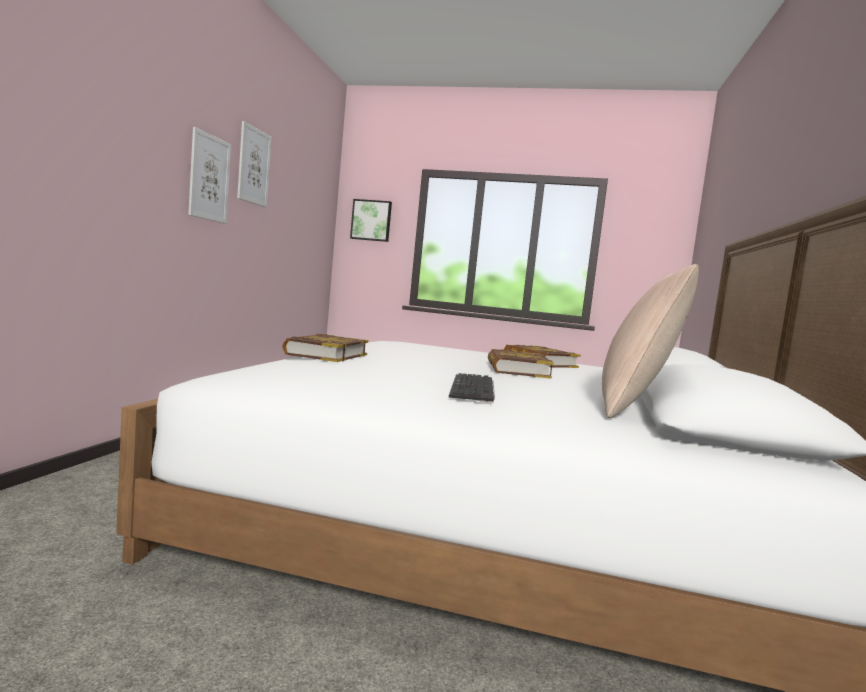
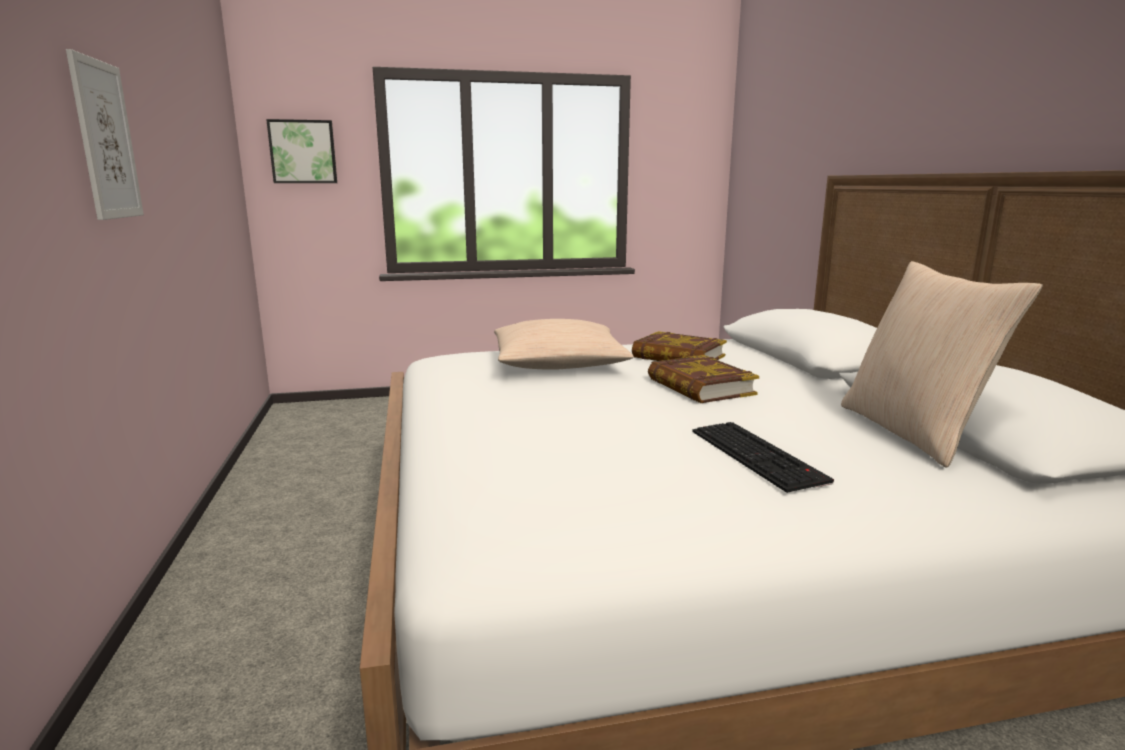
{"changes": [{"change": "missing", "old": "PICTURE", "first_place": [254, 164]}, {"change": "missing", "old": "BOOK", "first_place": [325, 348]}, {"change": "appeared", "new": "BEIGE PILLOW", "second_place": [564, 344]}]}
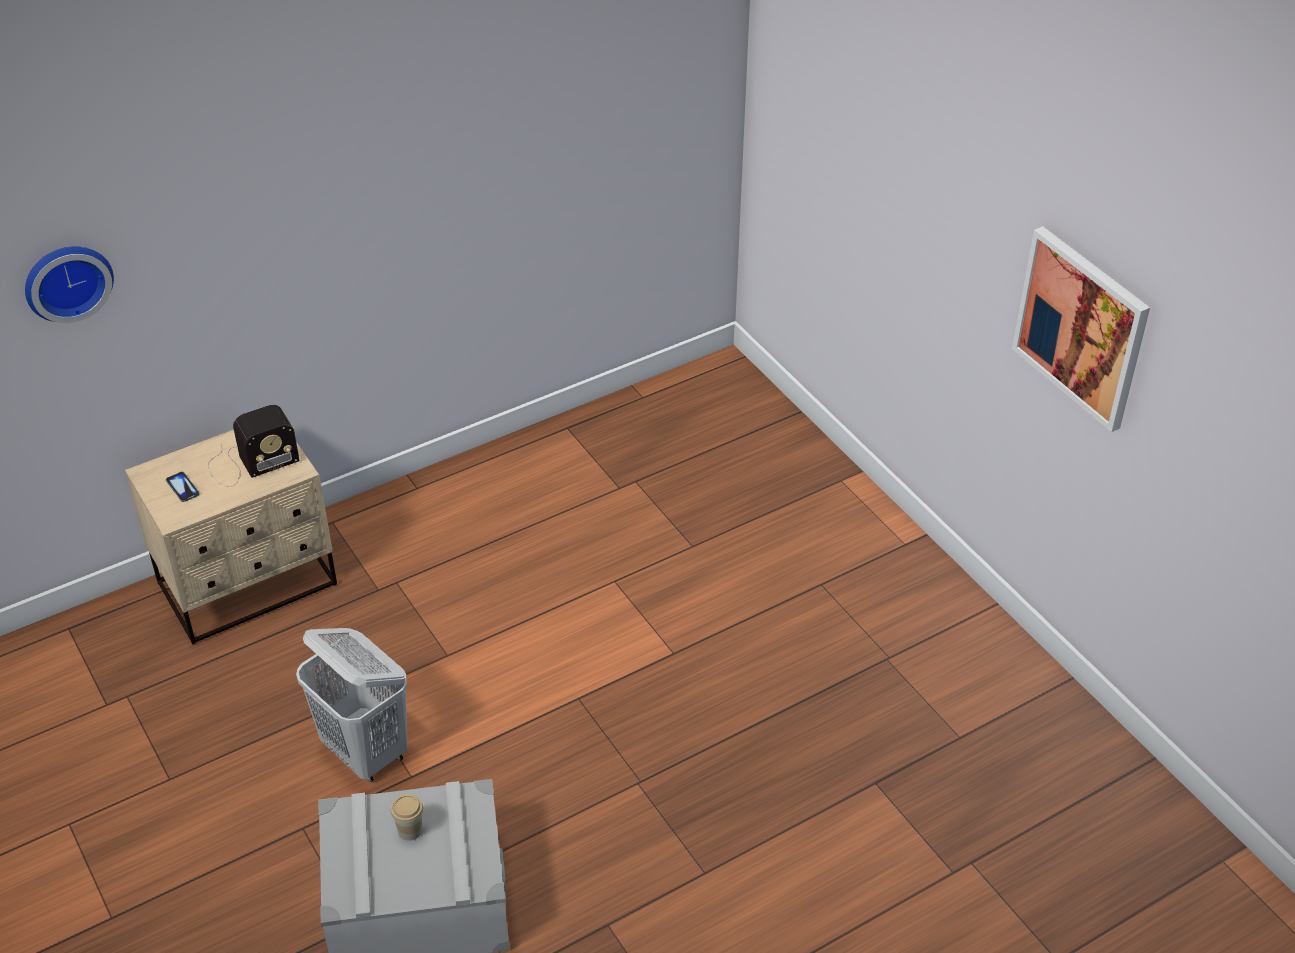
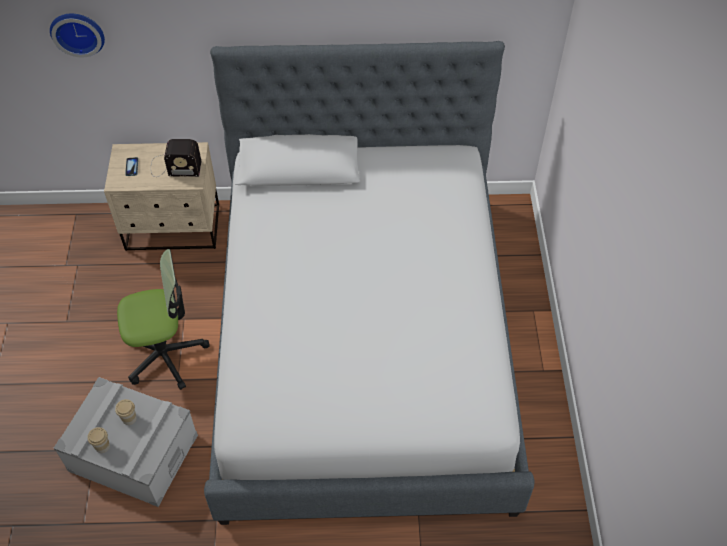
{"changes": [{"change": "missing", "old": "PICTURE", "first_place": [1081, 329]}, {"change": "appeared", "new": "CUP", "second_place": [98, 440]}, {"change": "appeared", "new": "BED", "second_place": [369, 283]}, {"change": "exchanged", "old": "WHITE LAUNDRY BASKET", "new": "OFFICE CHAIR", "first_place": [352, 705], "second_place": [163, 319]}]}
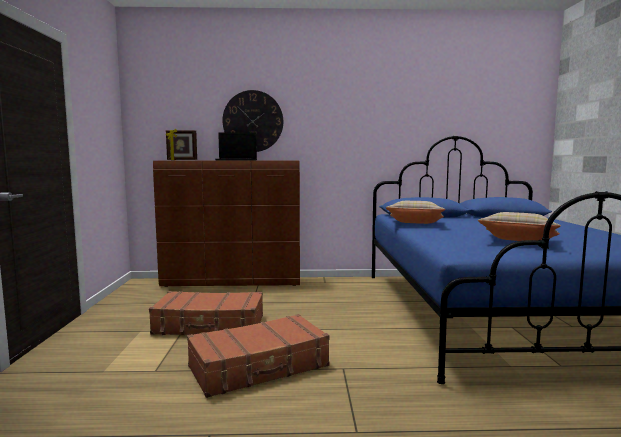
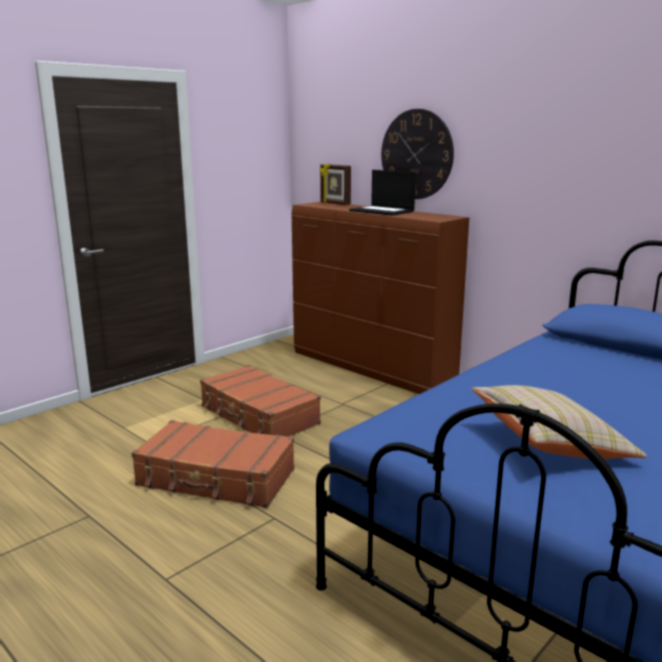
{"changes": [{"change": "missing", "old": "BEIGE PILLOW", "first_place": [416, 212]}]}
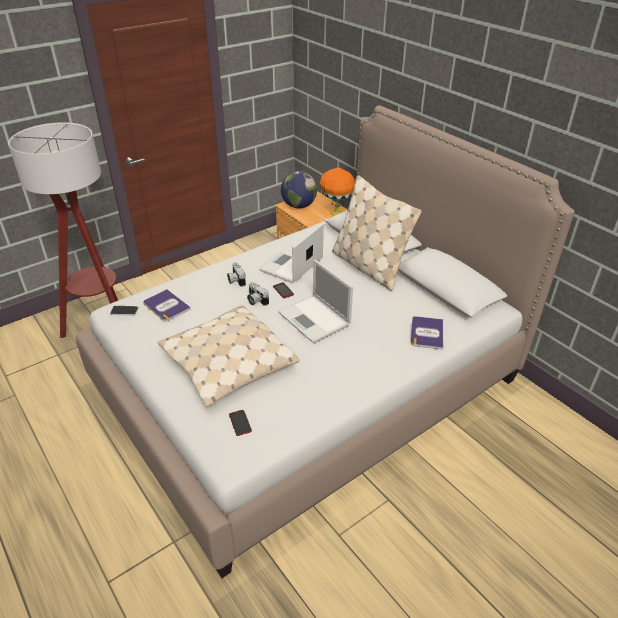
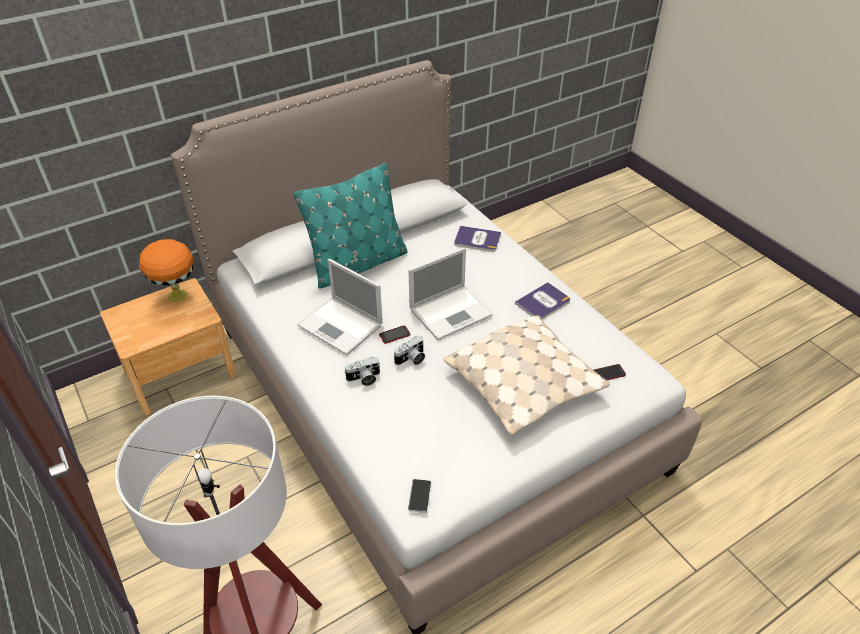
{"changes": [{"change": "missing", "old": "GLOBE", "first_place": [299, 189]}, {"change": "relocated", "old": "BOOK", "first_place": [167, 305], "second_place": [542, 300]}, {"change": "colour", "old": "BEIGE PILLOW", "new": "TURQUOISE PILLOW", "first_place": [377, 233], "second_place": [351, 225]}]}
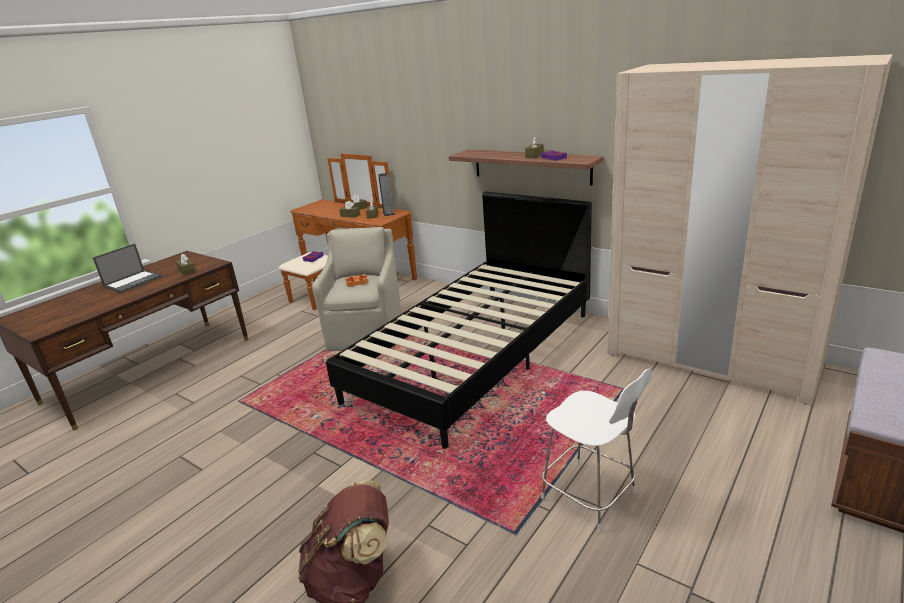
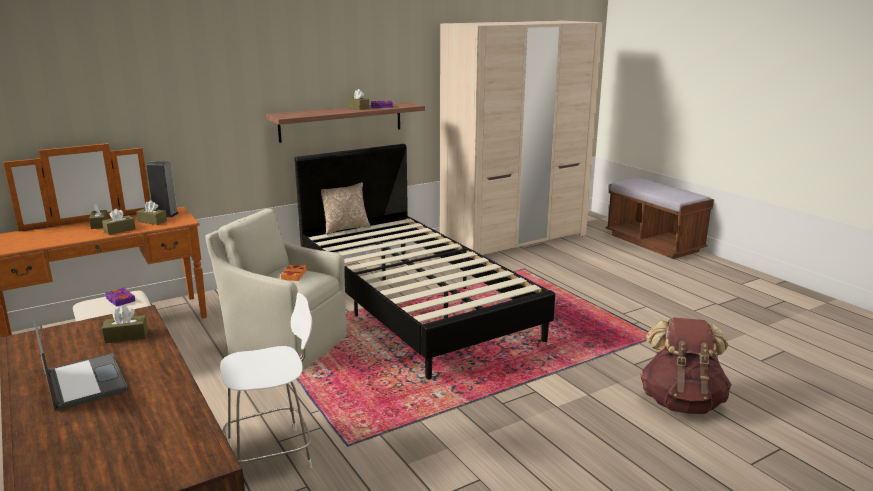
{"changes": [{"change": "appeared", "new": "PILLOW", "second_place": [346, 208]}, {"change": "relocated", "old": "WHITE CHAIR", "first_place": [596, 450], "second_place": [266, 381]}]}
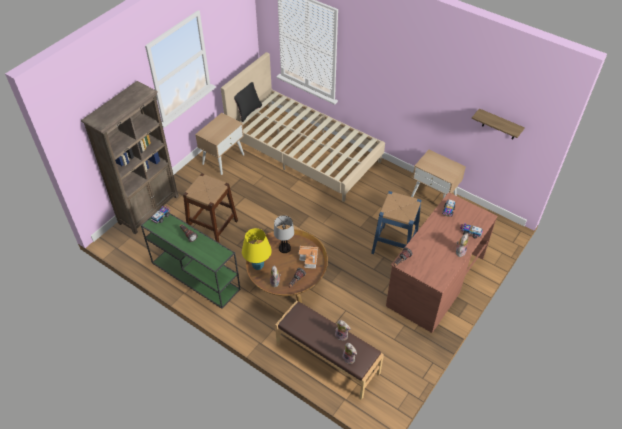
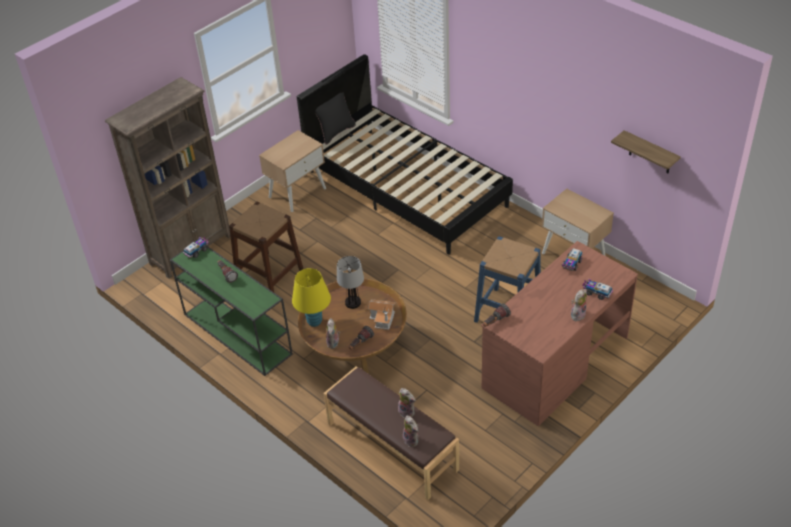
{"changes": [{"change": "colour", "old": "BEIGE BED", "new": "BLACK BED", "first_place": [303, 127], "second_place": [405, 154]}]}
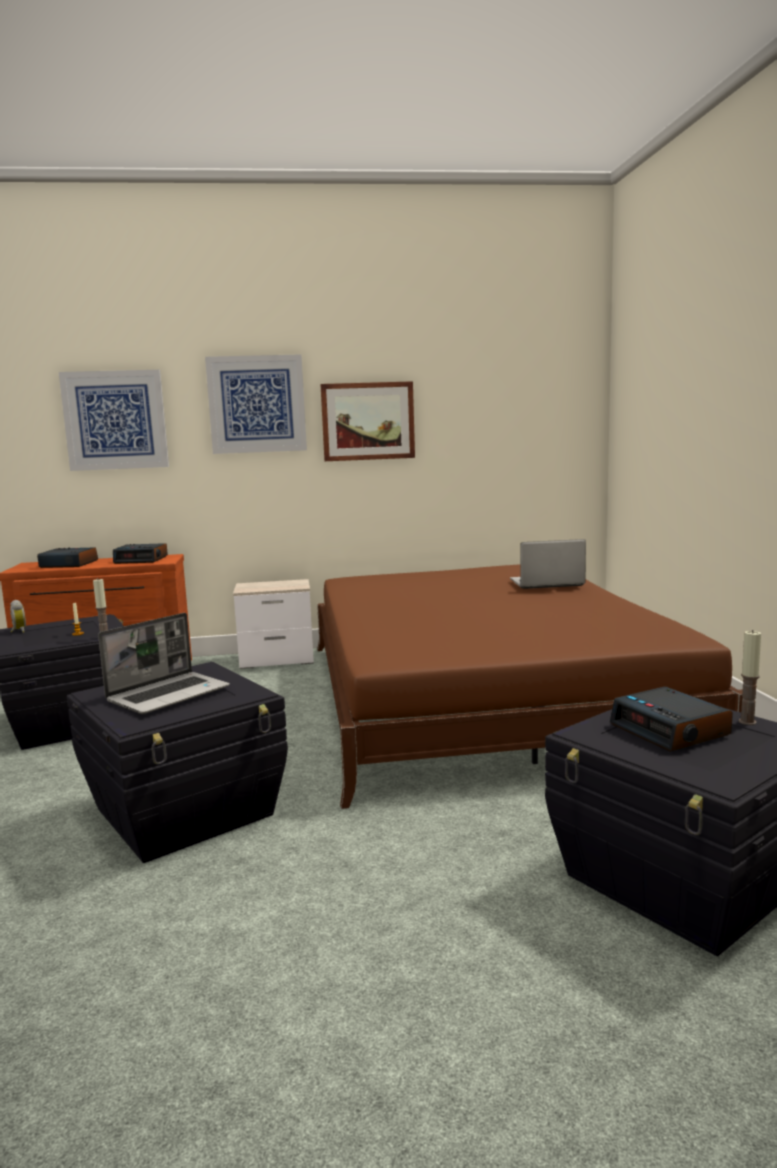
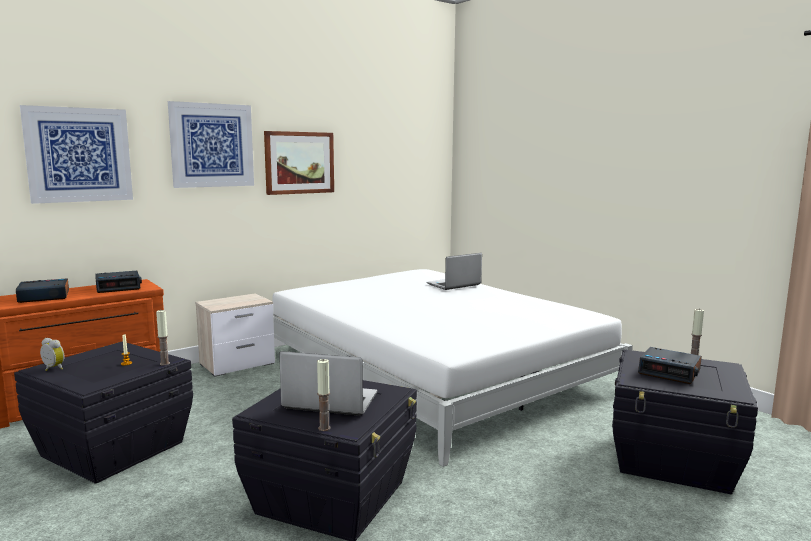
{"changes": [{"change": "appeared", "new": "CANDLE", "second_place": [324, 395]}, {"change": "colour", "old": "BROWN BED", "new": "WHITE BED", "first_place": [530, 686], "second_place": [452, 368]}, {"change": "spun", "old": "LAPTOP", "first_place": [164, 663], "second_place": [328, 383], "degrees": -90}]}
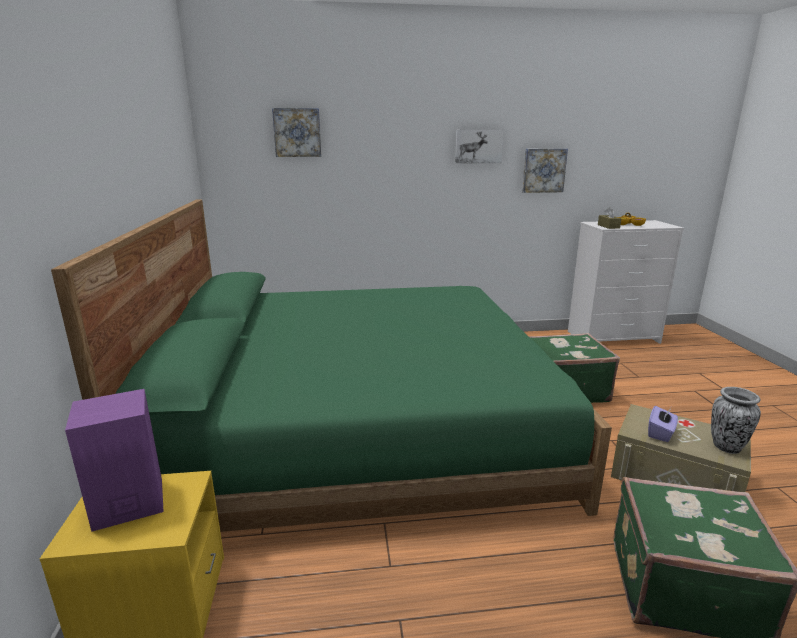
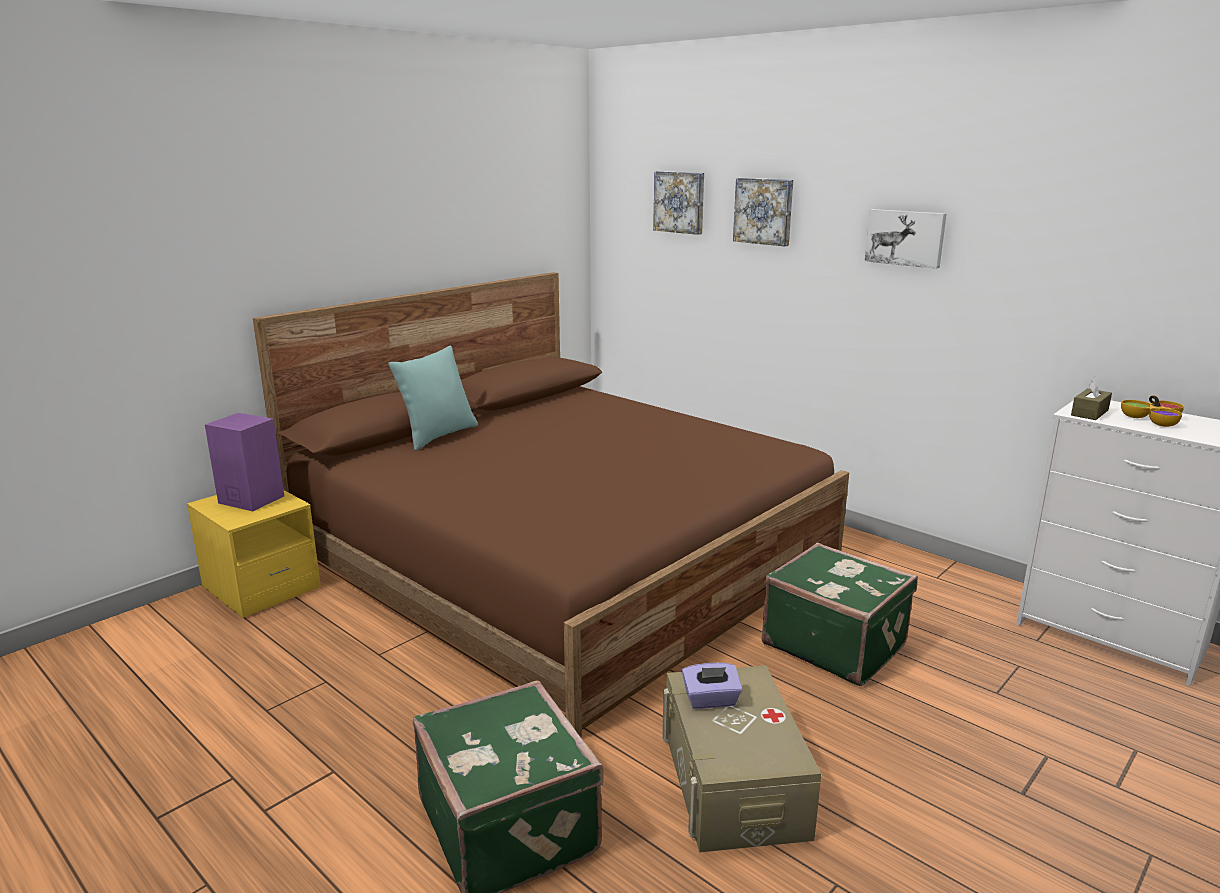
{"changes": [{"change": "missing", "old": "VASE", "first_place": [736, 420]}, {"change": "appeared", "new": "TURQUOISE PILLOW", "second_place": [433, 398]}, {"change": "relocated", "old": "PICTURE", "first_place": [545, 171], "second_place": [763, 212]}, {"change": "colour", "old": "GREEN BED", "new": "BROWN BED", "first_place": [331, 366], "second_place": [551, 504]}]}
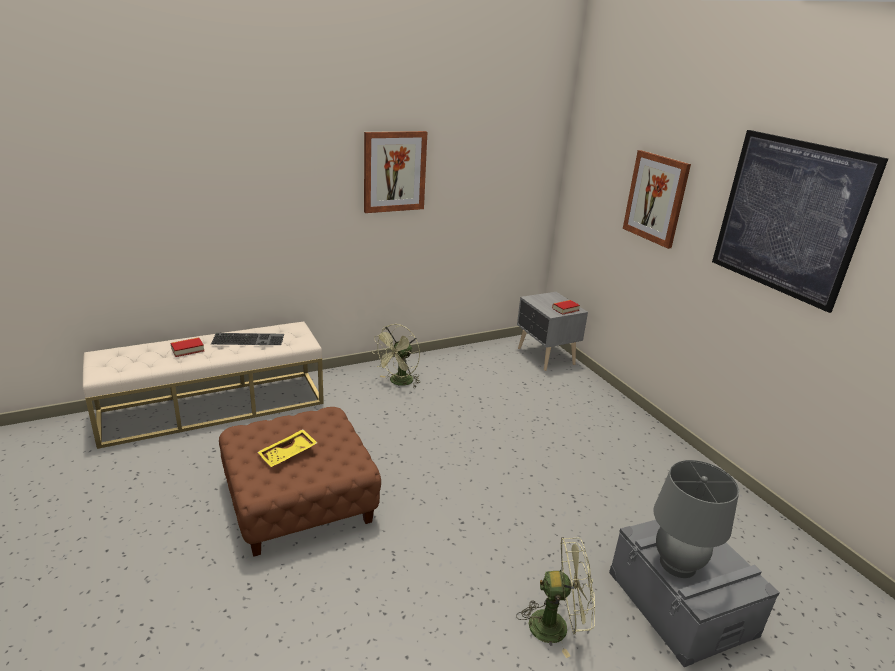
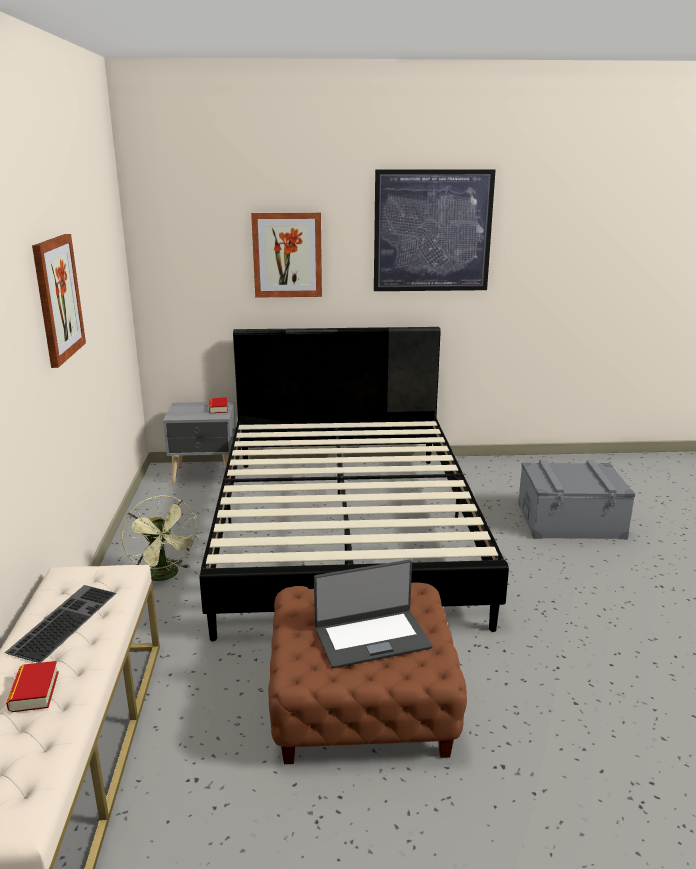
{"changes": [{"change": "missing", "old": "GREEN FAN", "first_place": [555, 597]}, {"change": "missing", "old": "GREY TABLE LAMP", "first_place": [696, 519]}, {"change": "appeared", "new": "BLACK BED", "second_place": [354, 484]}, {"change": "exchanged", "old": "YELLOW TRAY", "new": "LAPTOP", "first_place": [287, 448], "second_place": [373, 614]}]}
